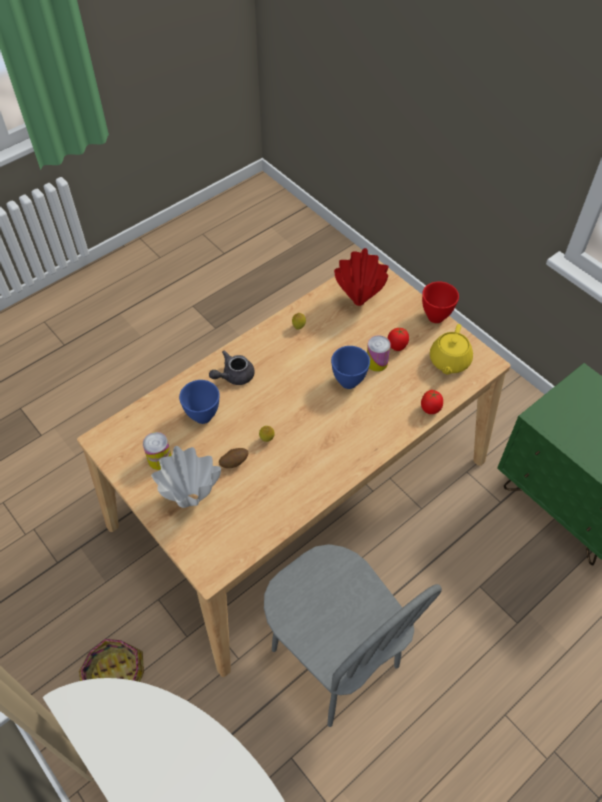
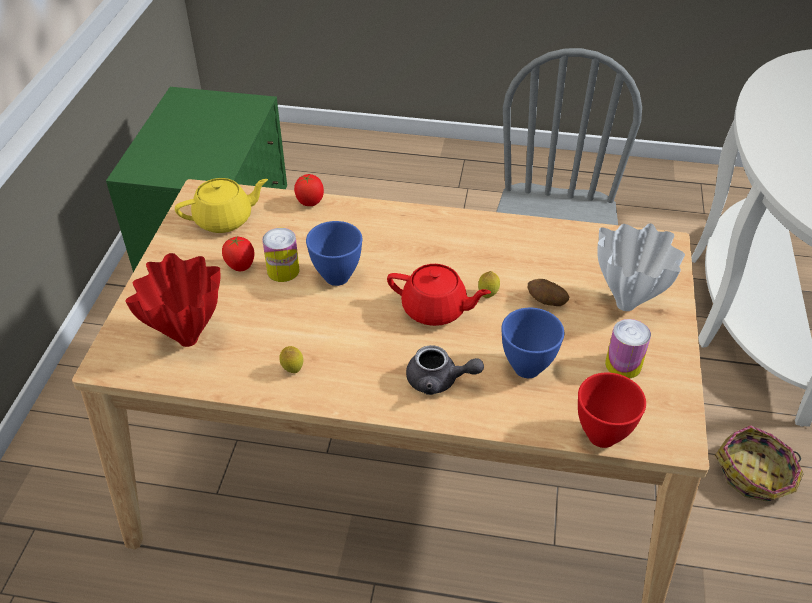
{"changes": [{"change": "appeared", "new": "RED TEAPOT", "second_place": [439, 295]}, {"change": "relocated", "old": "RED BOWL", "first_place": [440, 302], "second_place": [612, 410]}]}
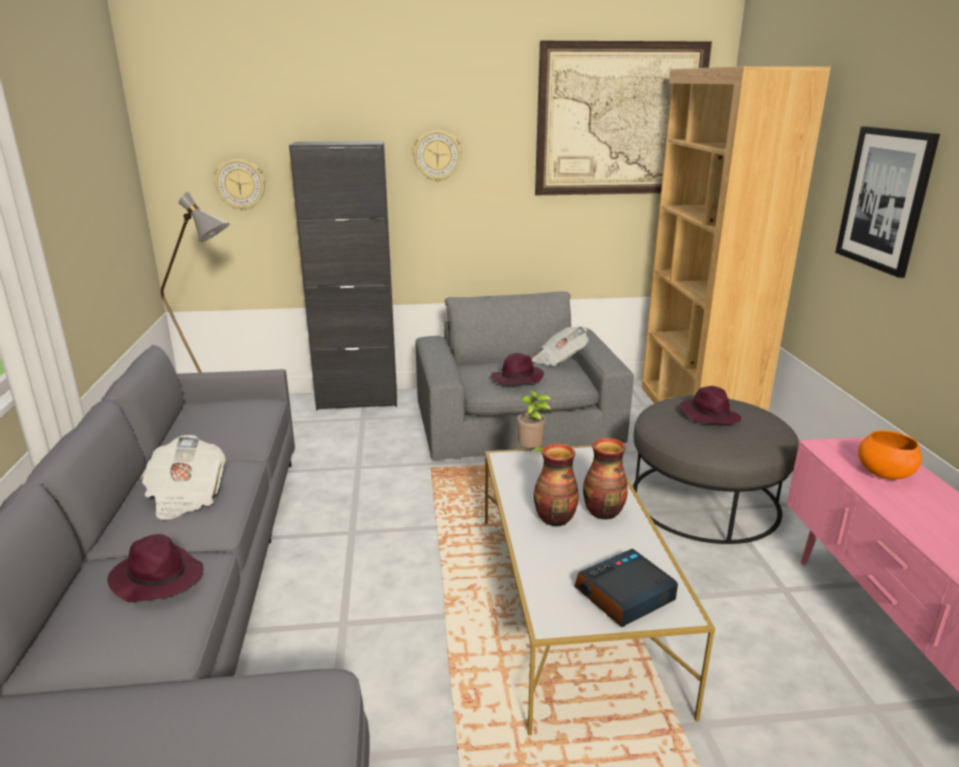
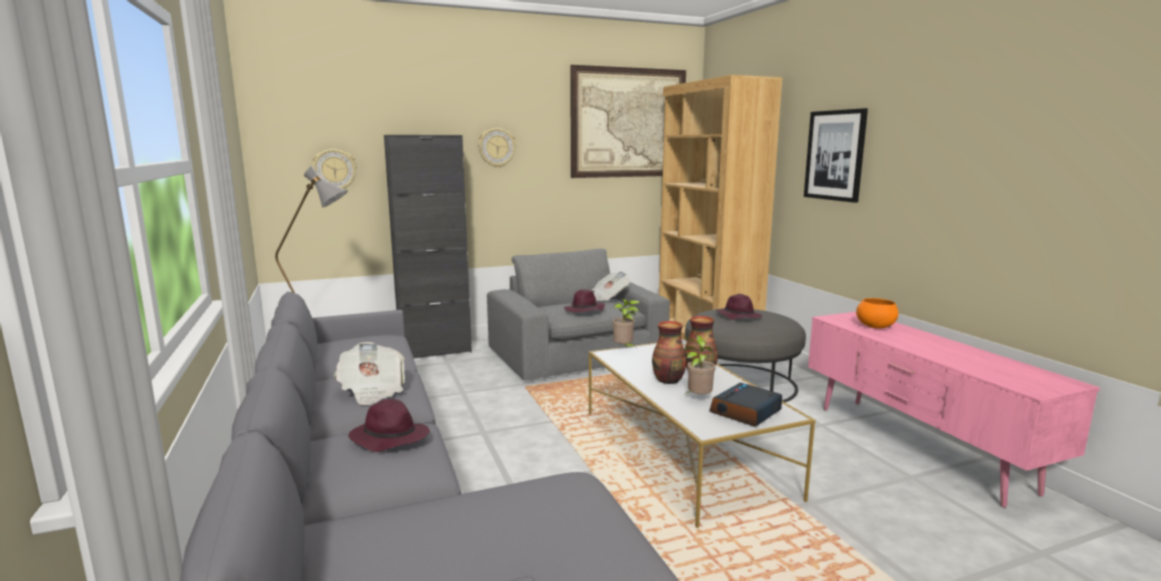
{"changes": [{"change": "appeared", "new": "POTTED PLANT", "second_place": [699, 364]}]}
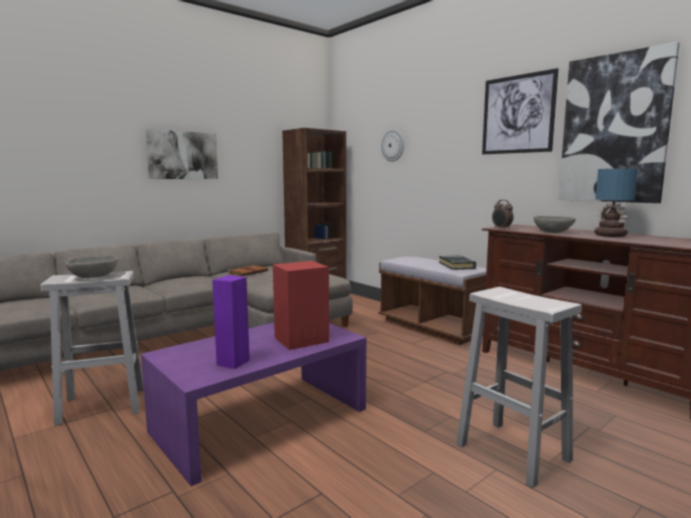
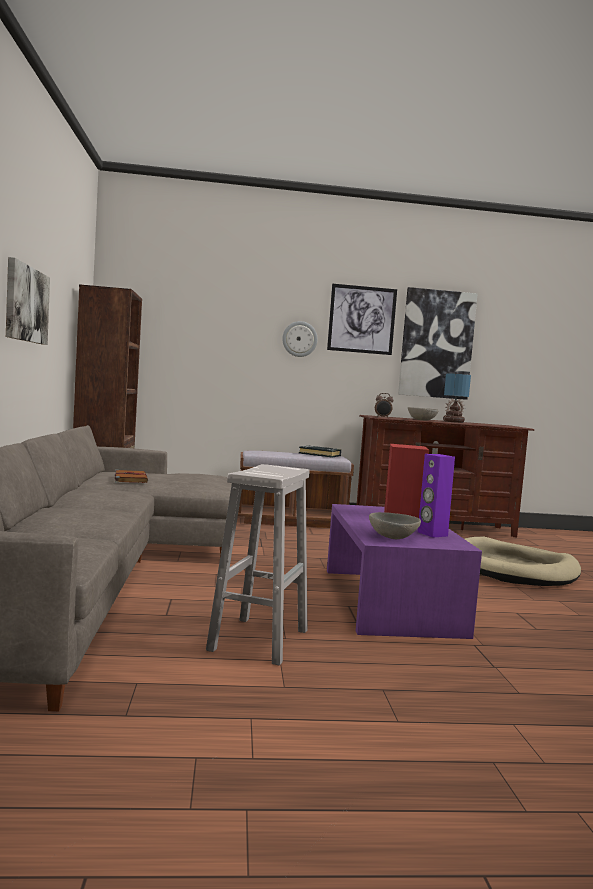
{"changes": [{"change": "relocated", "old": "GREY BOWL", "first_place": [91, 266], "second_place": [395, 525]}, {"change": "relocated", "old": "WALL CLOCK", "first_place": [392, 145], "second_place": [300, 339]}, {"change": "exchanged", "old": "WHITE STOOL", "new": "BEIGE DOG BED", "first_place": [519, 387], "second_place": [523, 561]}]}
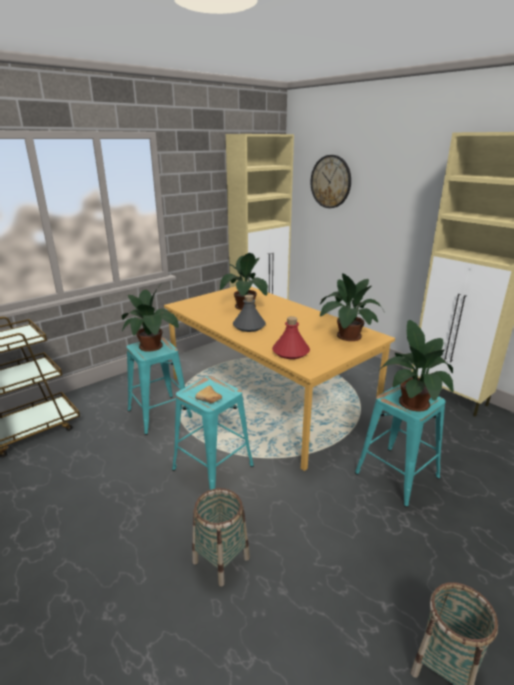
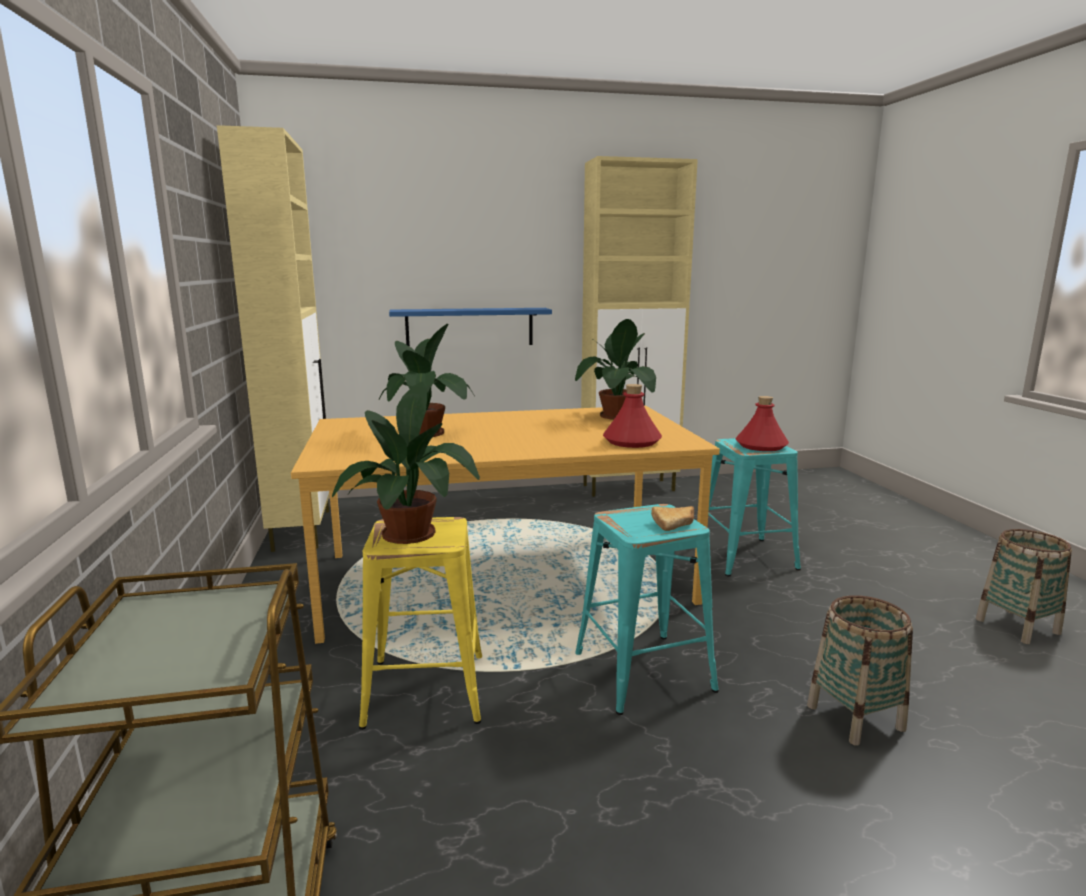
{"changes": [{"change": "missing", "old": "GREY BOTTLE", "first_place": [249, 313]}, {"change": "missing", "old": "WALL CLOCK", "first_place": [330, 181]}, {"change": "appeared", "new": "BLUE SHELF", "second_place": [470, 327]}, {"change": "exchanged", "old": "POTTED PLANT", "new": "RED BOTTLE", "first_place": [416, 366], "second_place": [762, 423]}, {"change": "colour", "old": "TURQUOISE STOOL", "new": "YELLOW STOOL", "first_place": [159, 386], "second_place": [420, 623]}]}
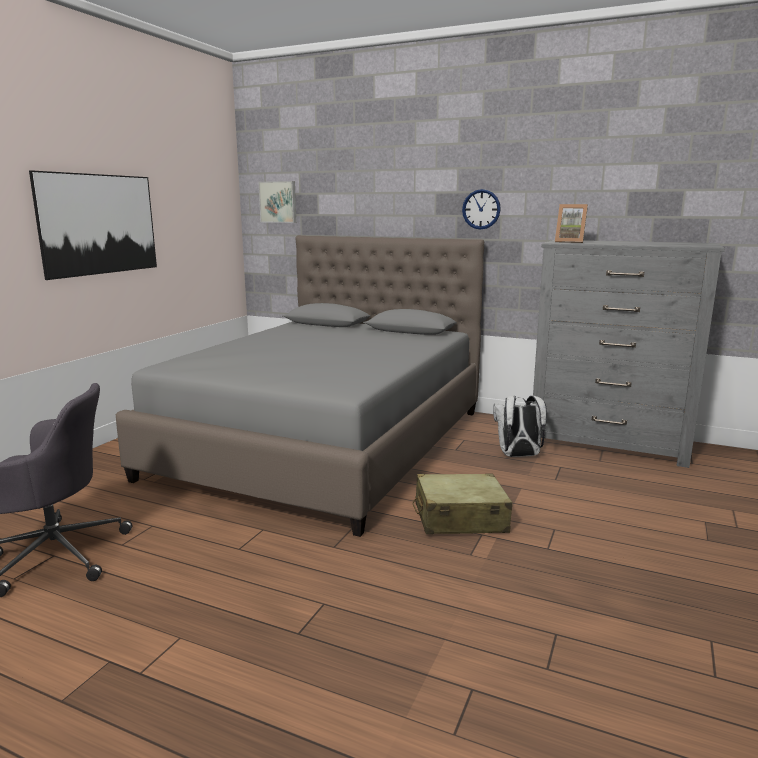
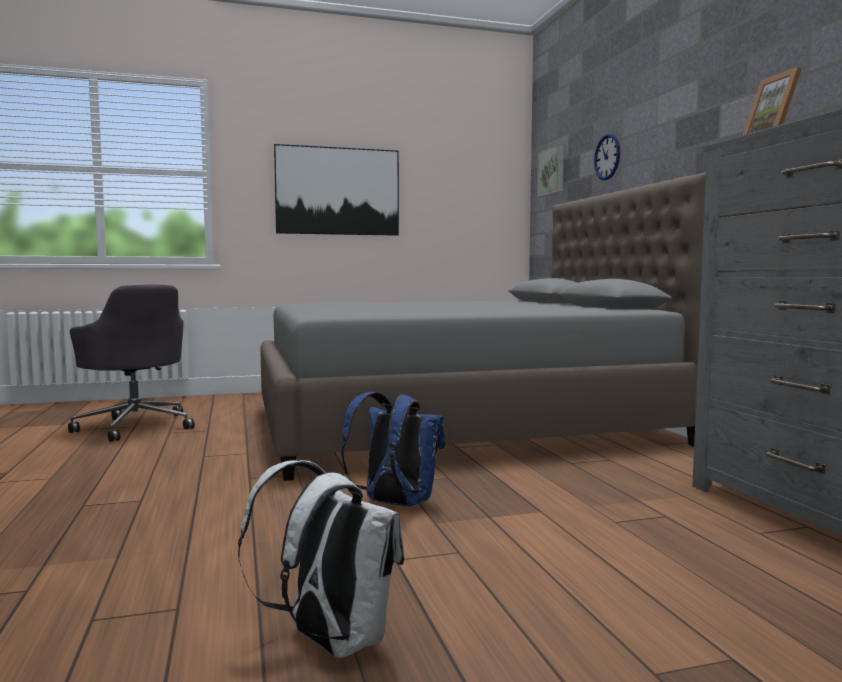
{"changes": [{"change": "relocated", "old": "WALL CLOCK", "first_place": [481, 209], "second_place": [607, 157]}, {"change": "relocated", "old": "WHITE BACKPACK", "first_place": [520, 426], "second_place": [321, 559]}, {"change": "exchanged", "old": "BEIGE SUITCASE", "new": "BLUE BACKPACK", "first_place": [462, 503], "second_place": [393, 449]}]}
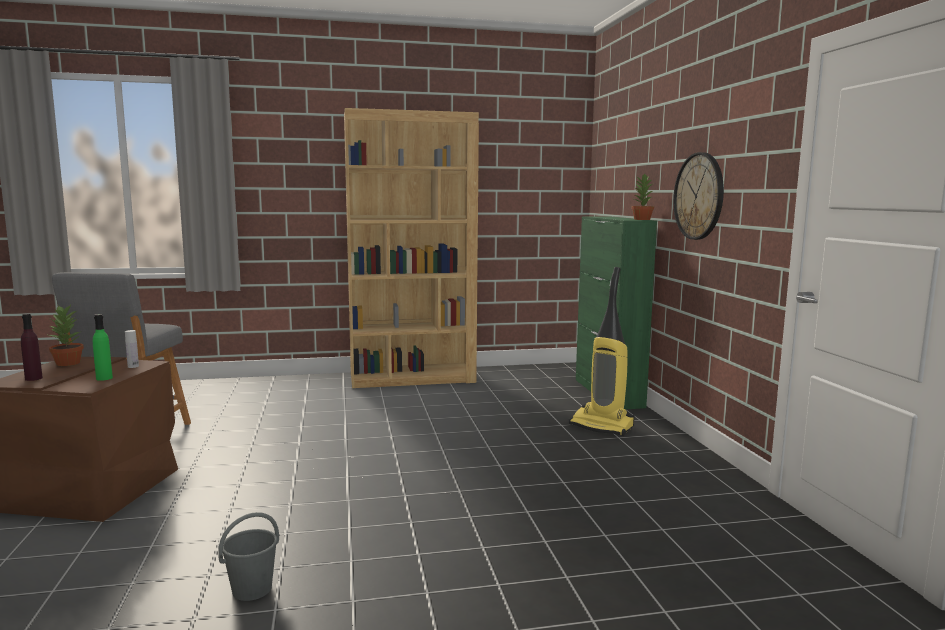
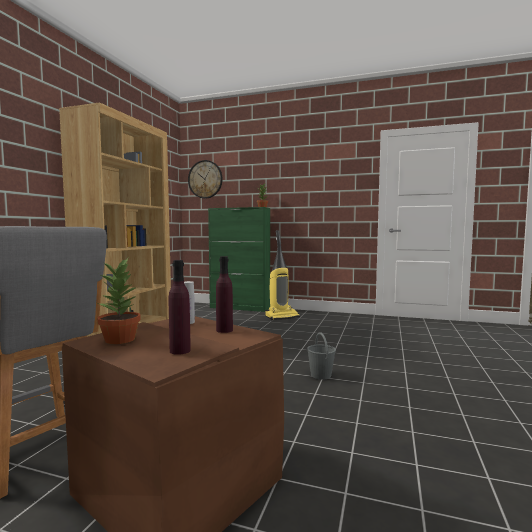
{"changes": [{"change": "relocated", "old": "GREY BUCKET", "first_place": [248, 556], "second_place": [321, 356]}, {"change": "relocated", "old": "WALL CLOCK", "first_place": [698, 196], "second_place": [205, 179]}, {"change": "colour", "old": "GREEN BOTTLE", "new": "PURPLE BOTTLE", "first_place": [103, 347], "second_place": [224, 294]}]}
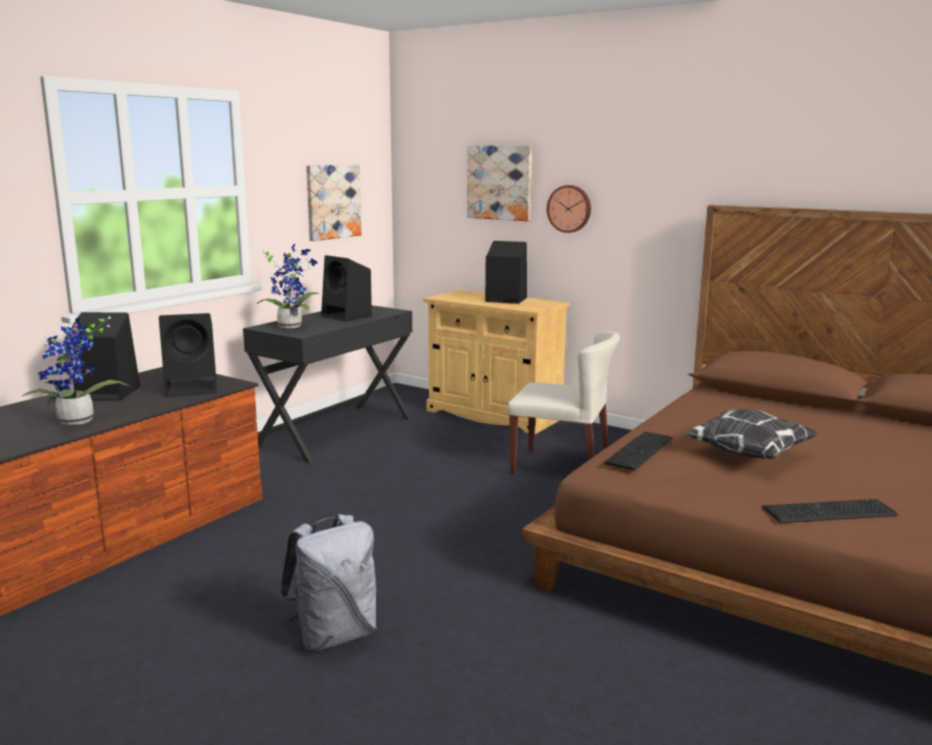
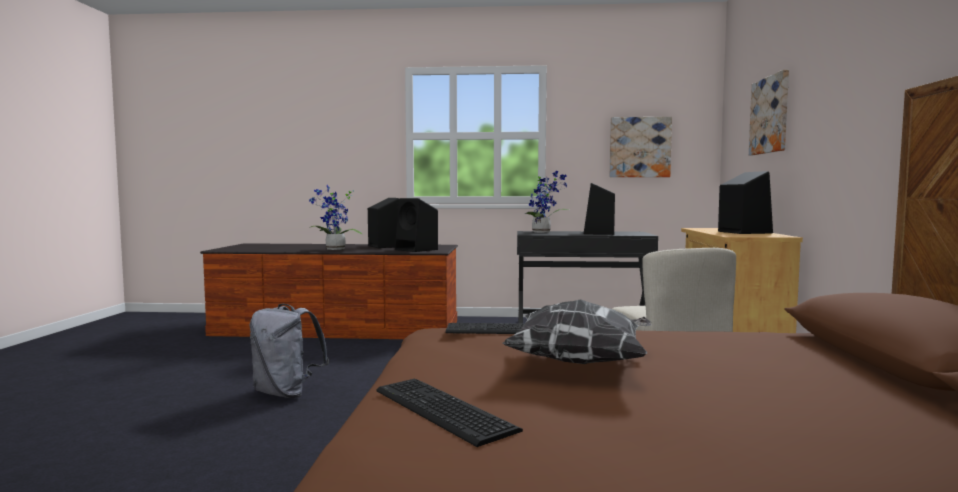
{"changes": [{"change": "missing", "old": "WALL CLOCK", "first_place": [569, 209]}]}
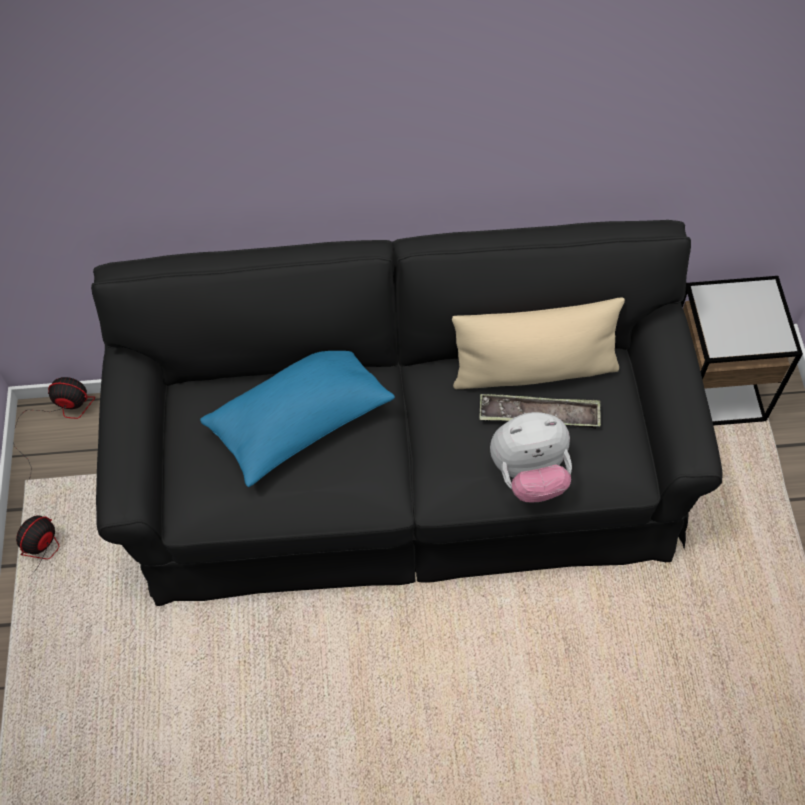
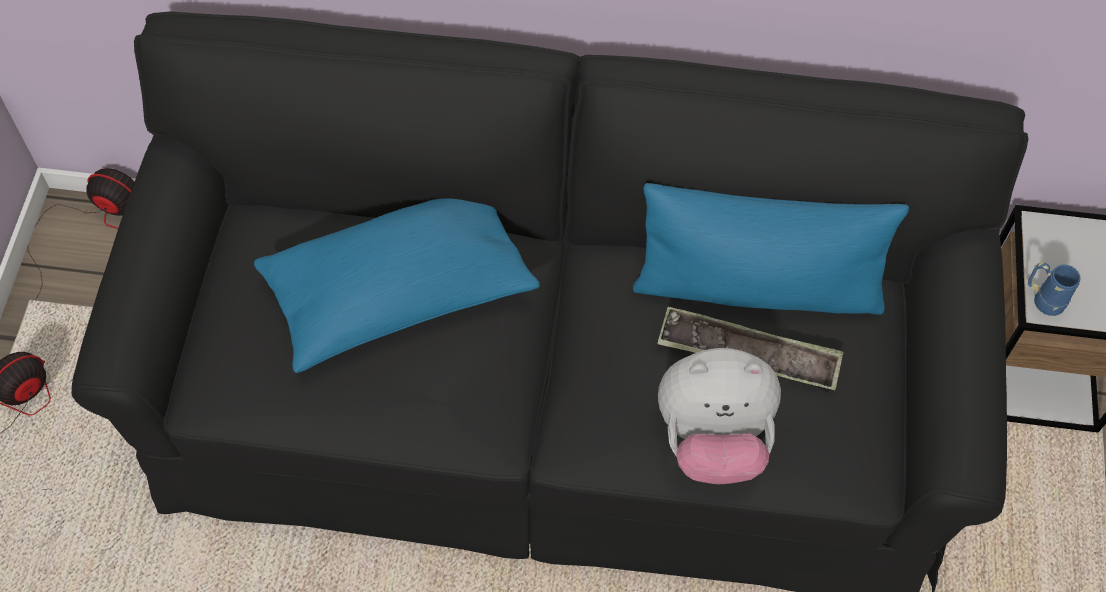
{"changes": [{"change": "appeared", "new": "BLUE MUG", "second_place": [1054, 289]}, {"change": "colour", "old": "BEIGE PILLOW", "new": "BLUE PILLOW", "first_place": [538, 343], "second_place": [771, 249]}]}
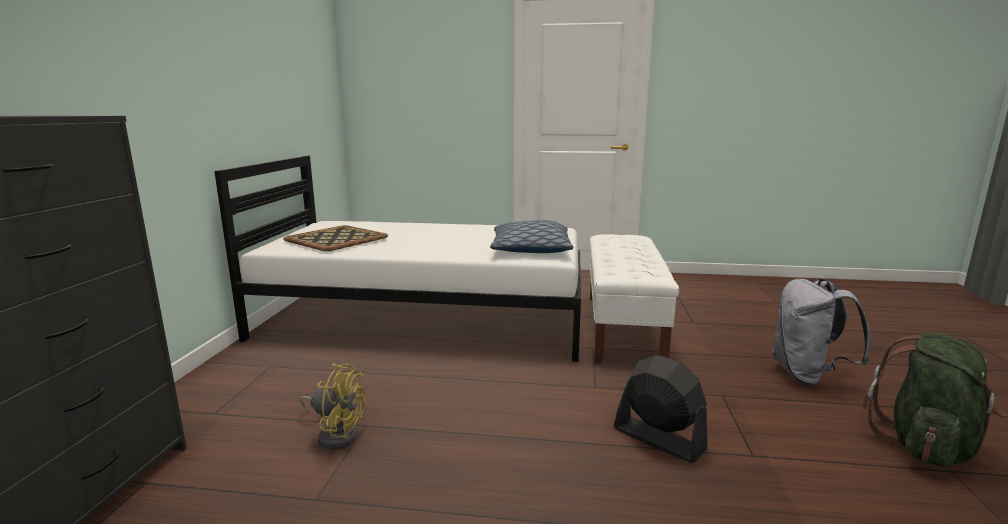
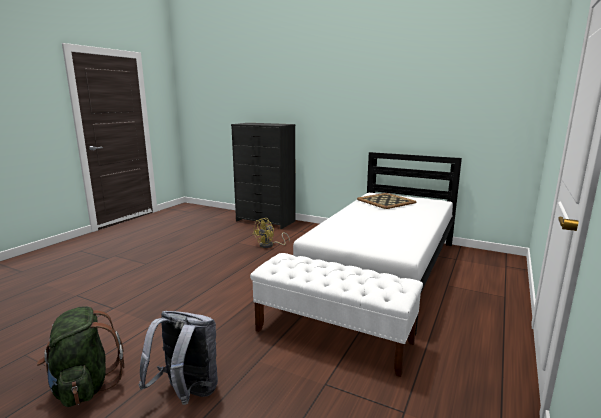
{"changes": [{"change": "missing", "old": "PILLOW", "first_place": [532, 236]}, {"change": "missing", "old": "BLACK FAN", "first_place": [661, 409]}]}
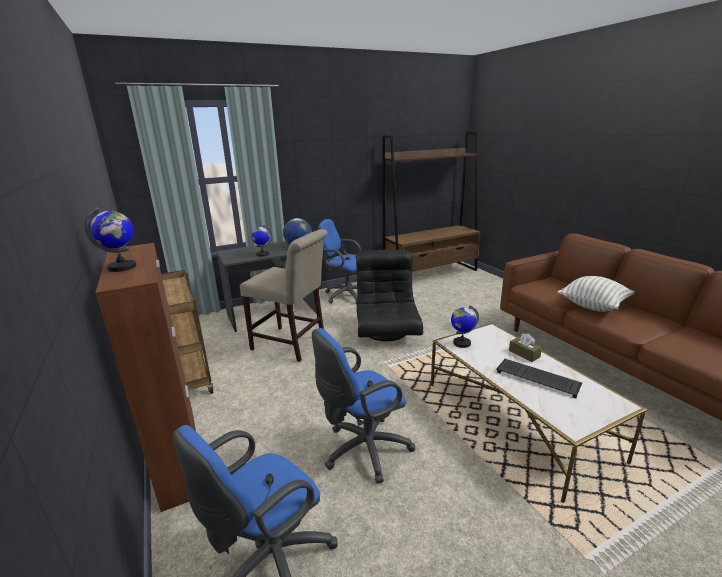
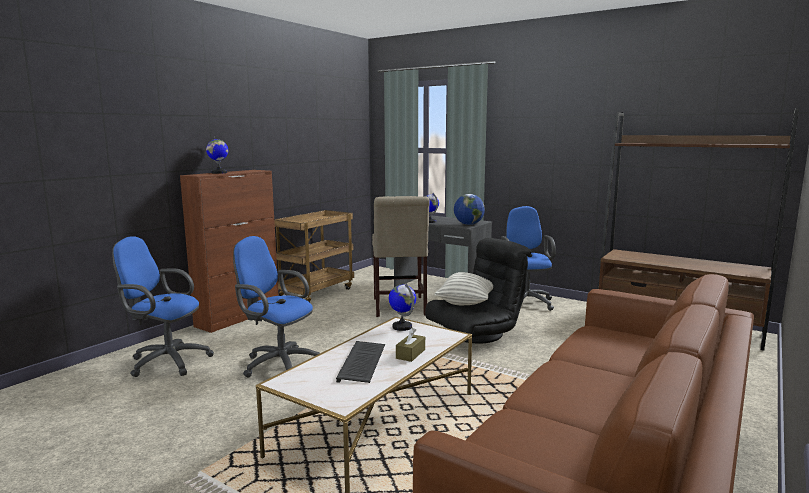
{"changes": [{"change": "relocated", "old": "PILLOW", "first_place": [596, 294], "second_place": [464, 288]}]}
